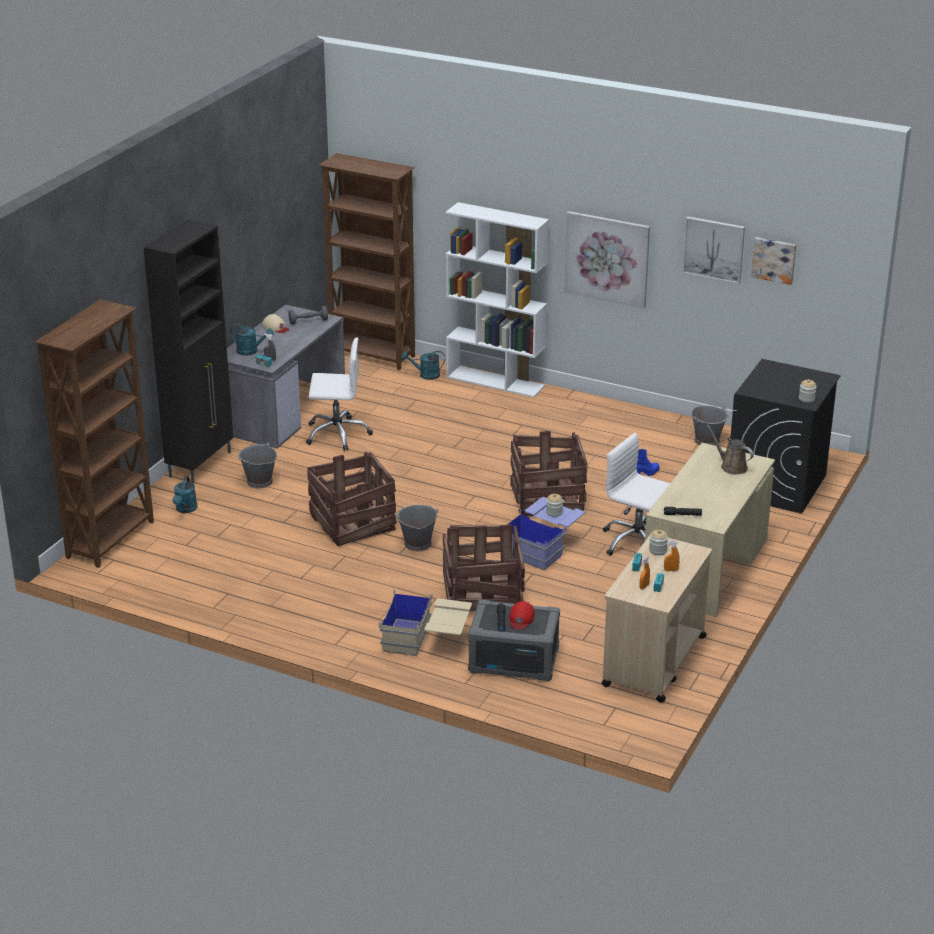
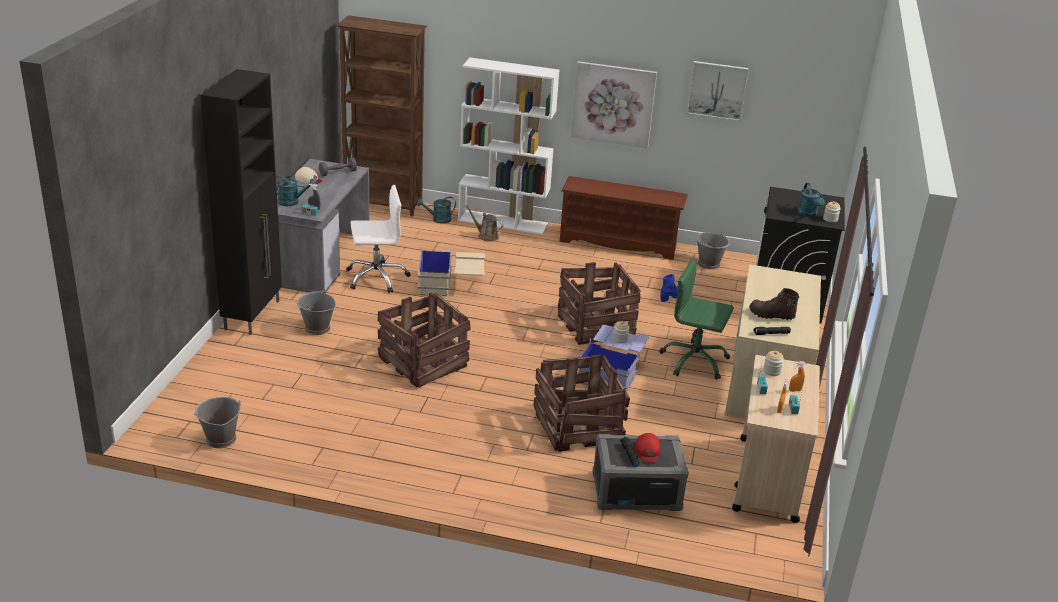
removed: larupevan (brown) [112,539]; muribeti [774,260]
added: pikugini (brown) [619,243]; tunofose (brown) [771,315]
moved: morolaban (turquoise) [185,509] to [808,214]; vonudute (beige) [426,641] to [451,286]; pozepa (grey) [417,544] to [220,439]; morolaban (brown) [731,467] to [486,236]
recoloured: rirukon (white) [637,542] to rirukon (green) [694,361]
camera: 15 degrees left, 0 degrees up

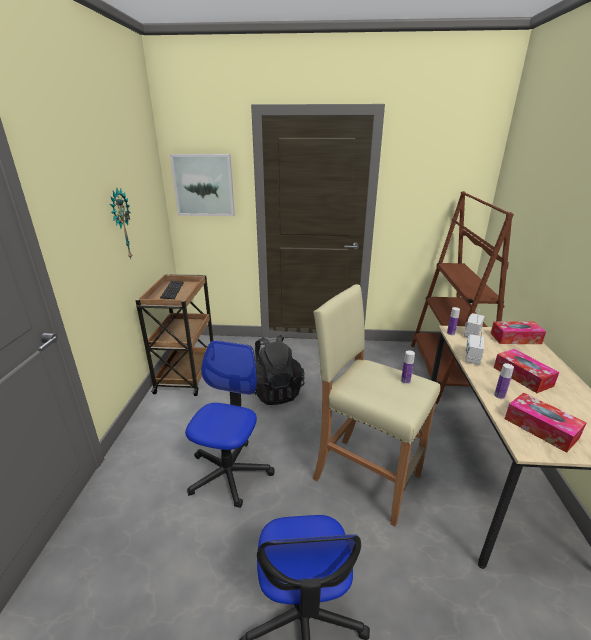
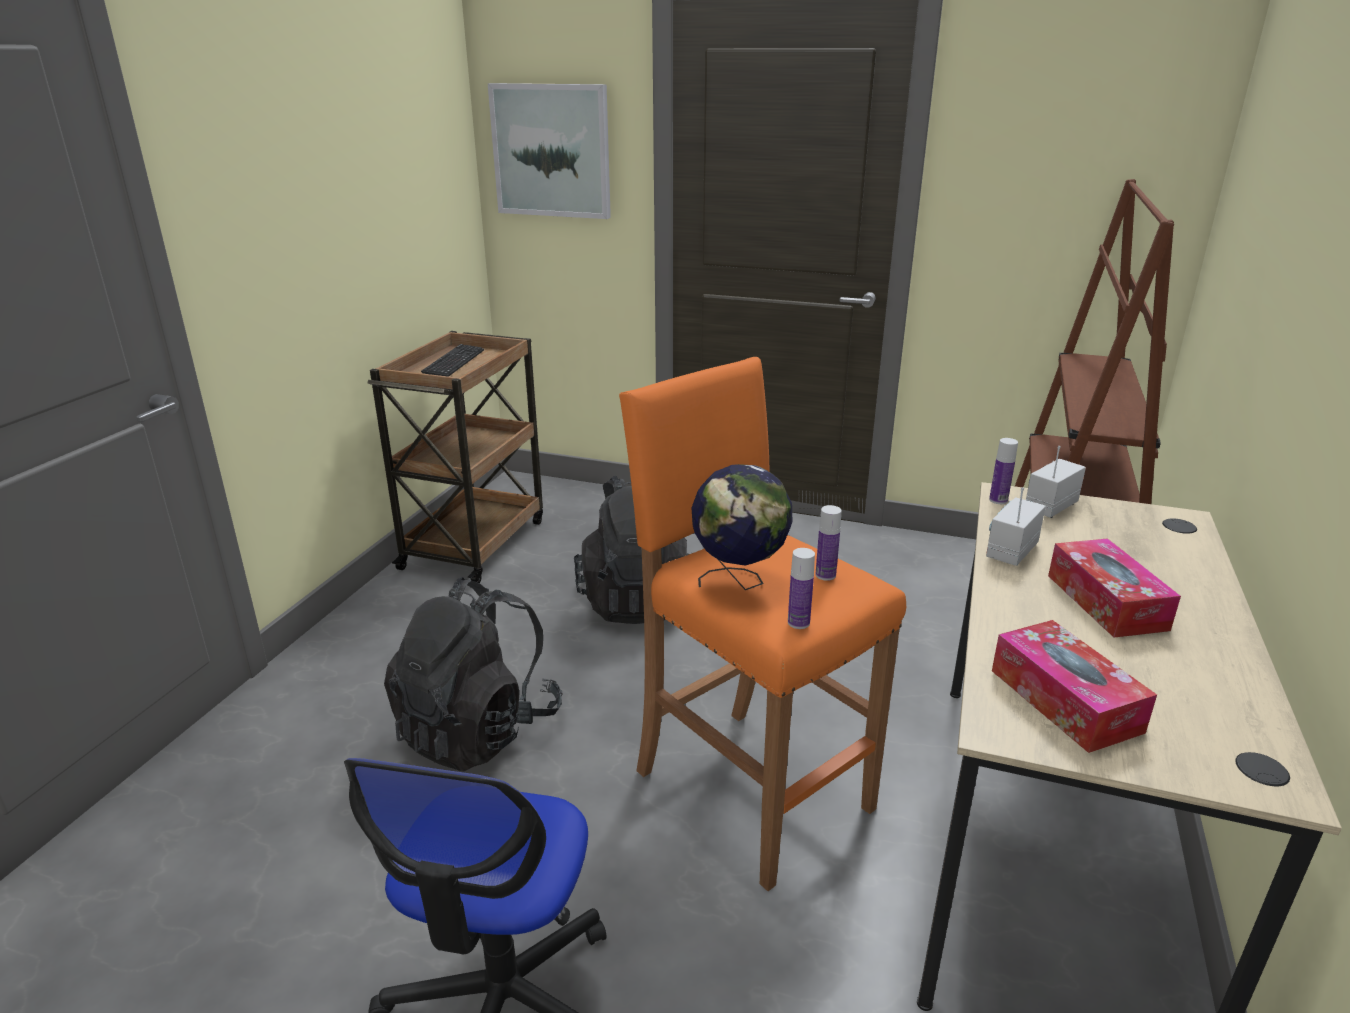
removed: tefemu [121,225]; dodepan [515,338]
added: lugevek [739,581]
moved: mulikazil [499,396] to [798,622]
replaced: rirukon [229,473] to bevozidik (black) [479,730]
recoloured: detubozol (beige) [365,476] to detubozol (orange) [750,788]
camera: 15 degrees right, 0 degrees up

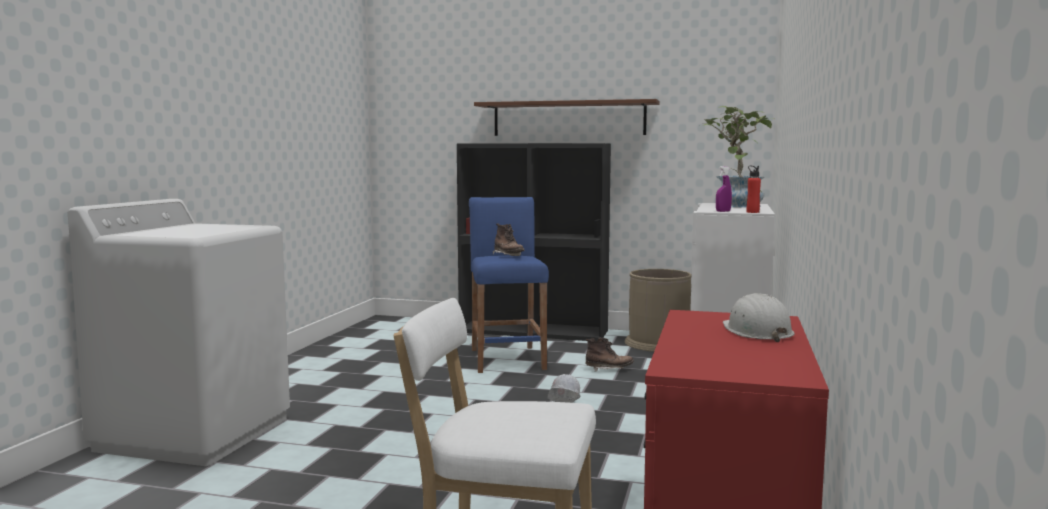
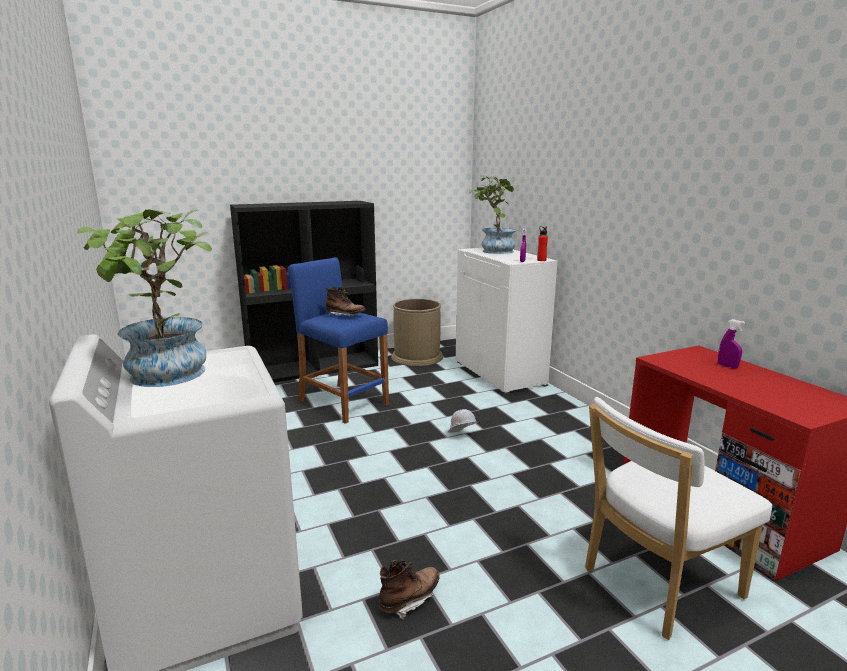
removed: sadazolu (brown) [568,119]
added: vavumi [167,377]
moved: tunofose (brown) [609,370] to [409,599]
replaced: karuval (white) [756,331] to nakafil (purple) [727,366]
camera: 40 degrees left, 10 degrees up

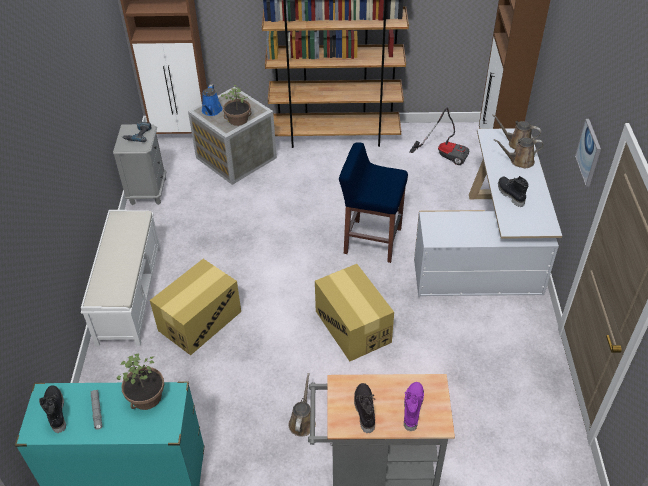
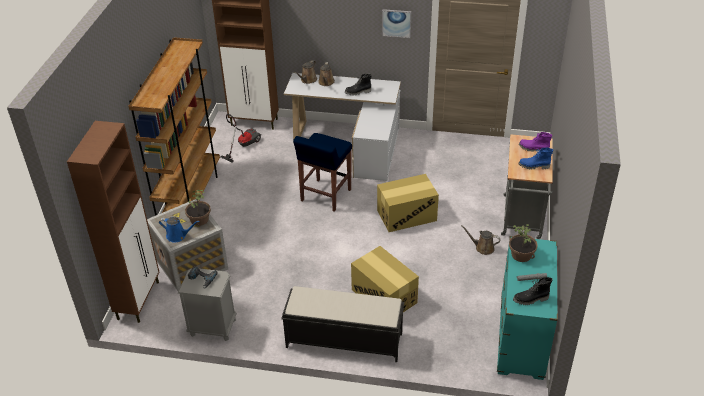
recoloured: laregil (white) [129,293] to laregil (black) [343,340]; tunofose (black) [364,410] to tunofose (blue) [534,166]
camera: 80 degrees left, 5 degrees down

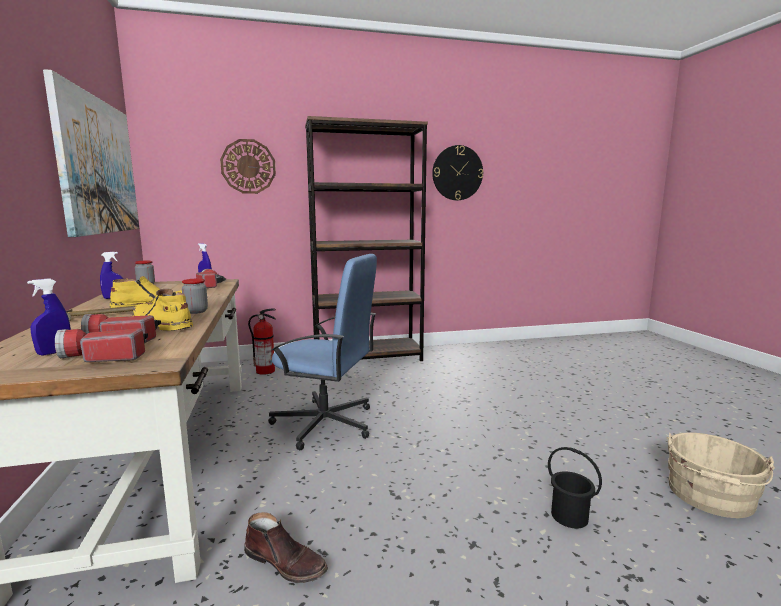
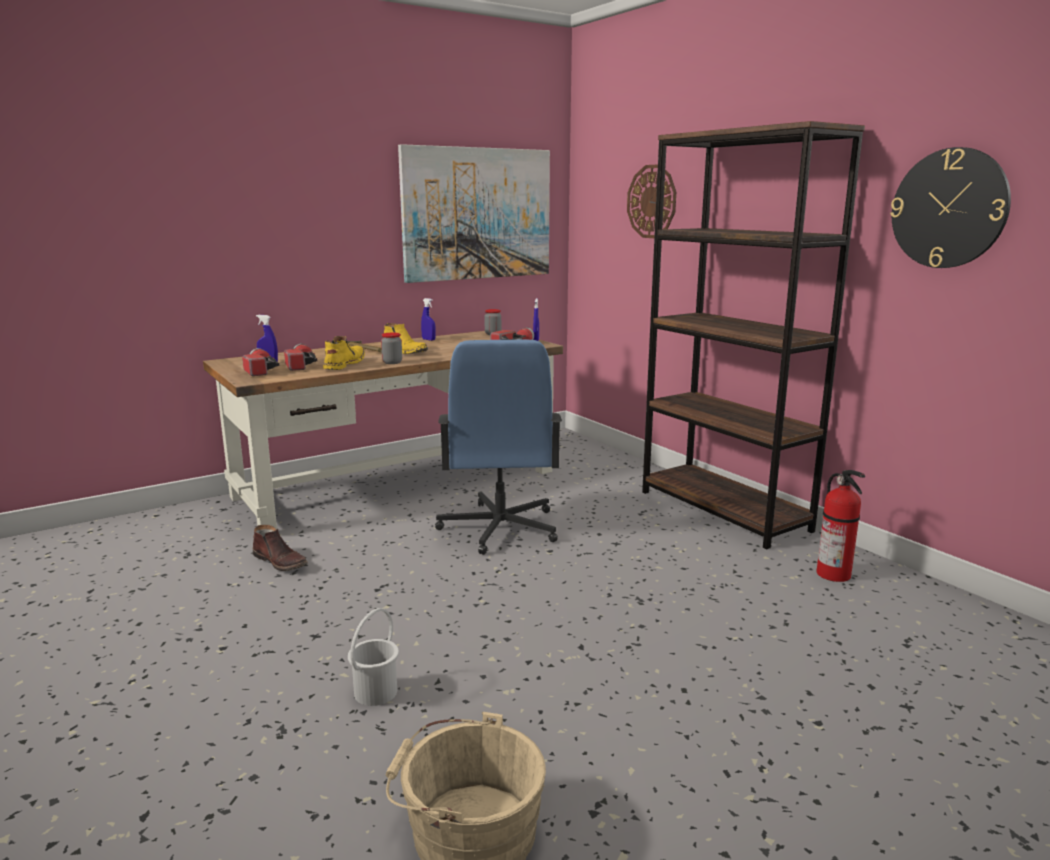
moved: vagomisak [266,371] to [834,574]
recoloured: pozepa (black) [569,516] to pozepa (white) [375,692]
turned: tunofose (brown) [286,562] = [281,562] 60 degrees counterclockwise
camera: 70 degrees right, 5 degrees up

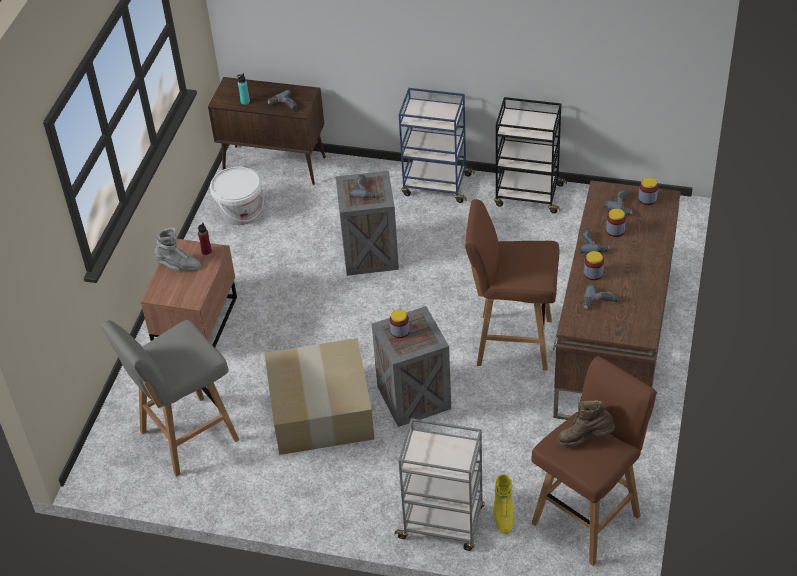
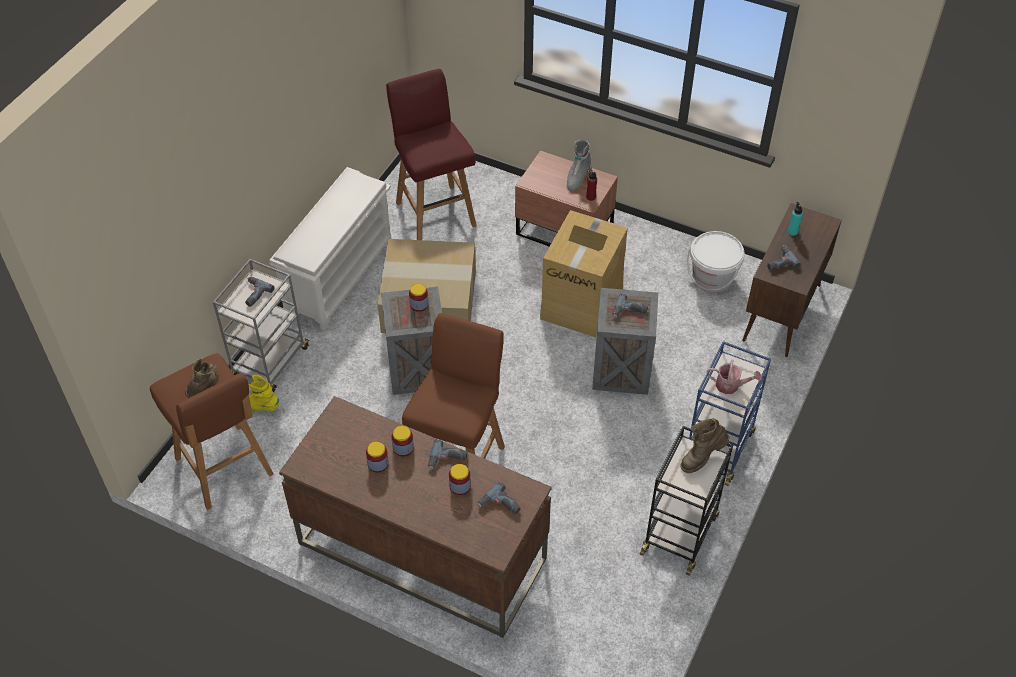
added: pikugini (white) [339,276]; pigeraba [582,302]; tunofose (brown) [702,457]; morolaban [731,385]
moved: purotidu [600,302] to [253,294]; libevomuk [647,199] to [378,463]
recoloured: detubozol (grey) [187,437] to detubozol (red) [435,212]
camera: 100 degrees right, 5 degrees up

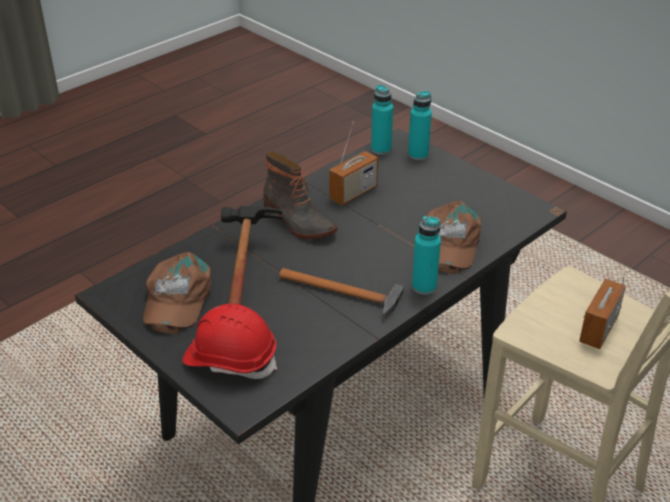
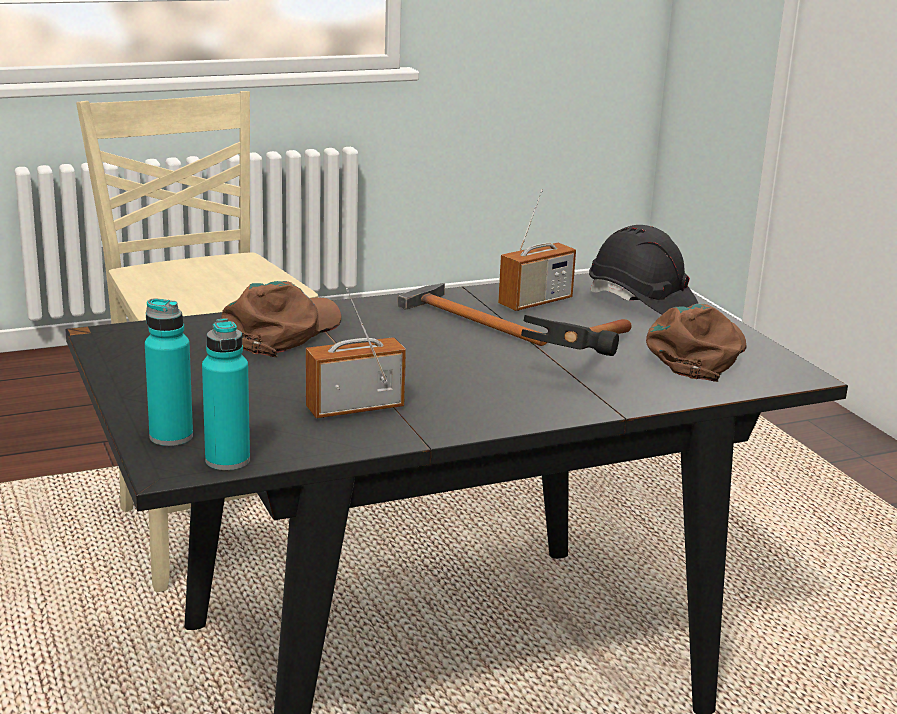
removed: tunofose [297,222]; mulikazil (turquoise) [424,287]
moved: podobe [598,329] to [535,302]
recoloured: karuval (red) [230,359] to karuval (black) [641,302]
camera: 160 degrees left, 15 degrees down

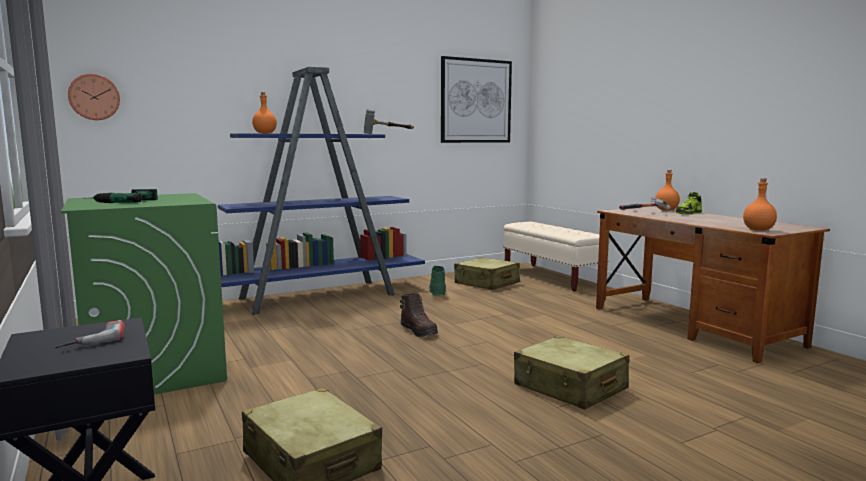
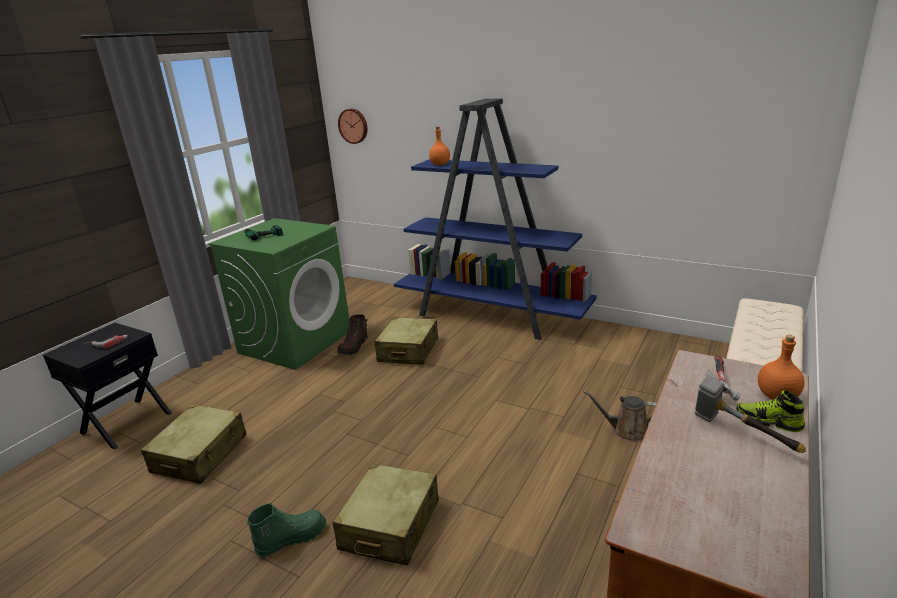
removed: muribeti [476,101]; mulikazil (orange) [758,230]
added: morolaban (brown) [626,430]
moved: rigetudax [386,134] to [740,435]; tunofose (brown) [419,331] to [354,347]; tunofose (green) [437,293] to [291,538]; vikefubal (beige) [486,283] to [408,350]
camera: 60 degrees right, 15 degrees up

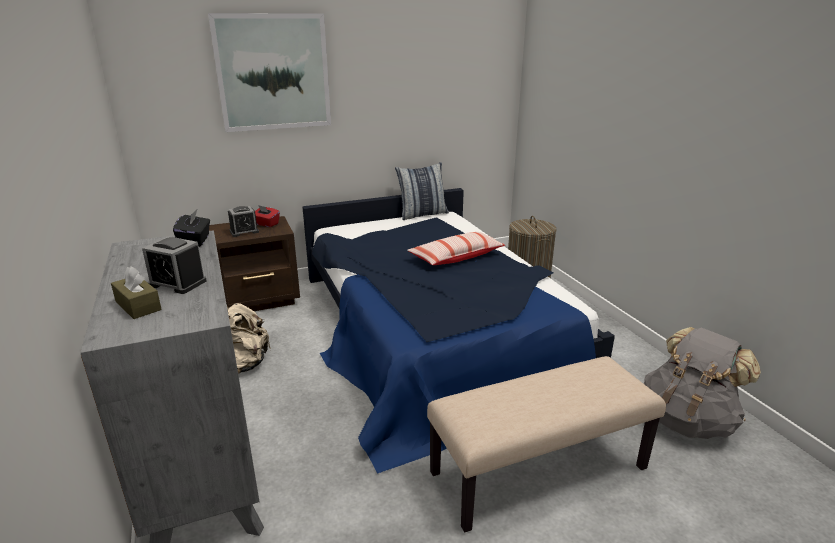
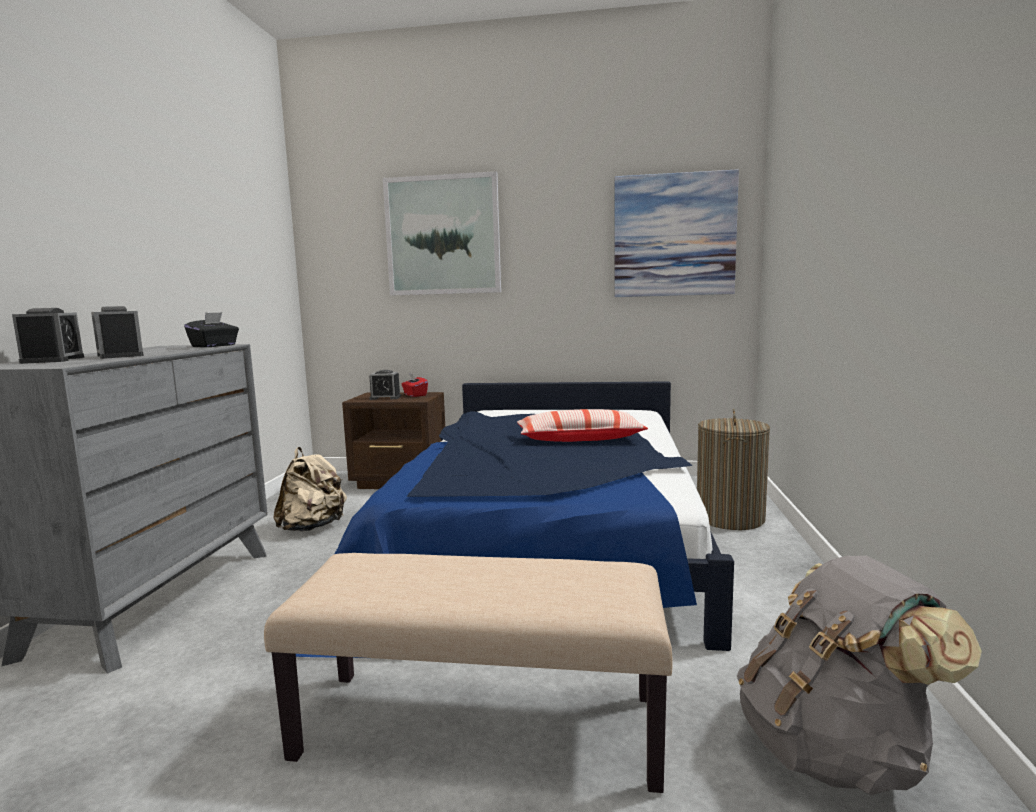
removed: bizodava [422,214]
added: muribeti [674,235]
replaced: dodepan (brown) [138,306] to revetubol [53,360]
camera: 30 degrees right, 15 degrees down

